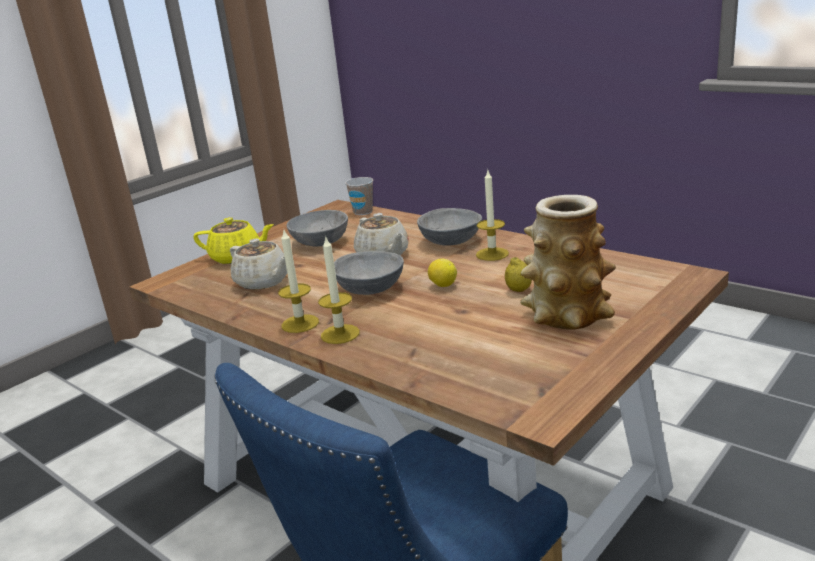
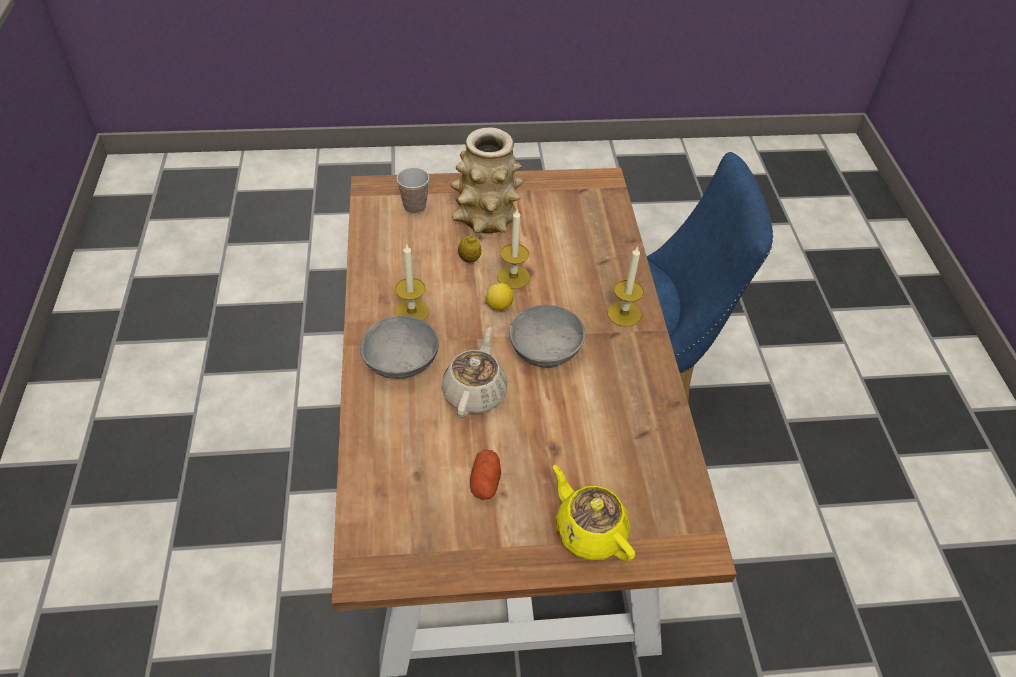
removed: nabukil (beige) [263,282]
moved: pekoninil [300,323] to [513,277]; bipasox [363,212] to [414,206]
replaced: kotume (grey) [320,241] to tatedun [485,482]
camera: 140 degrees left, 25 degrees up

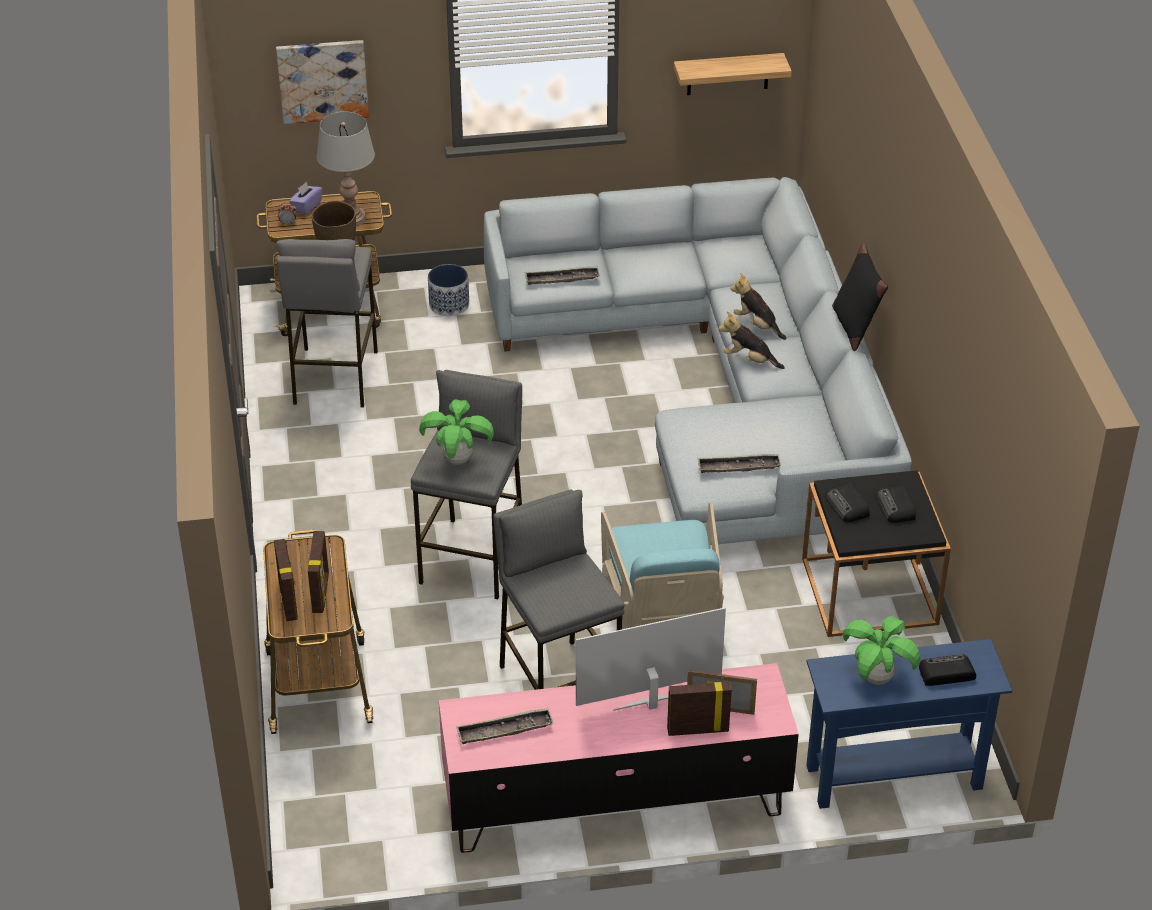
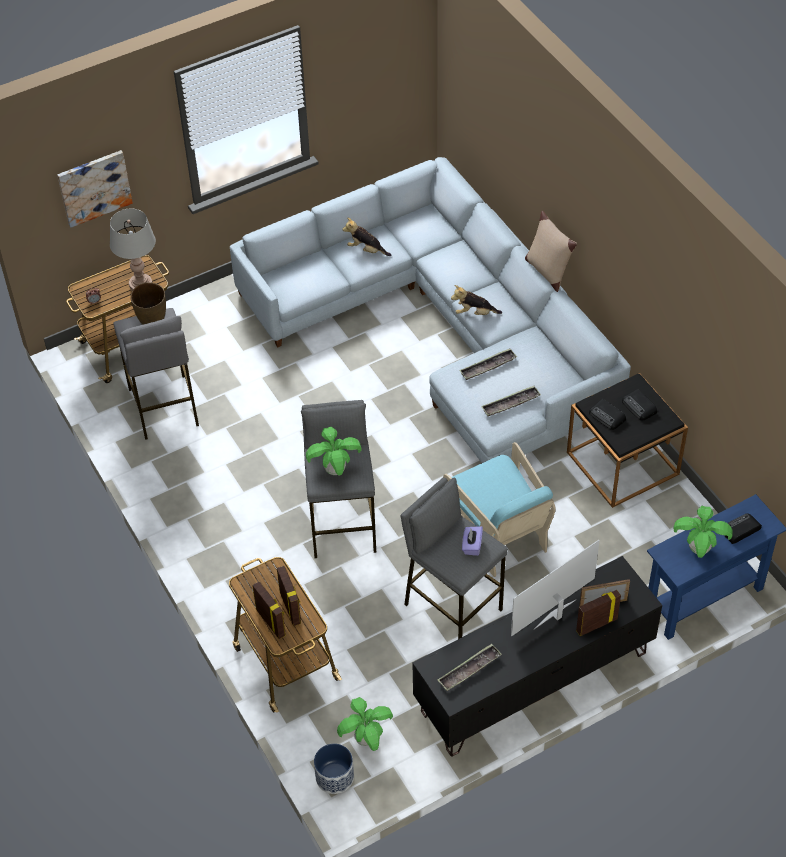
removed: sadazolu [728,74]
added: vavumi [366,739]
moved: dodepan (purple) [306,206] to [472,546]; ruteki [449,304] to [334,776]; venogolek [562,279] to [488,367]; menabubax [757,325] to [366,250]
recoloured: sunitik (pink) [614,802] to sunitik (black) [533,682]; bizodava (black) [854,326] to bizodava (beige) [547,271]
camera: 20 degrees left, 10 degrees up

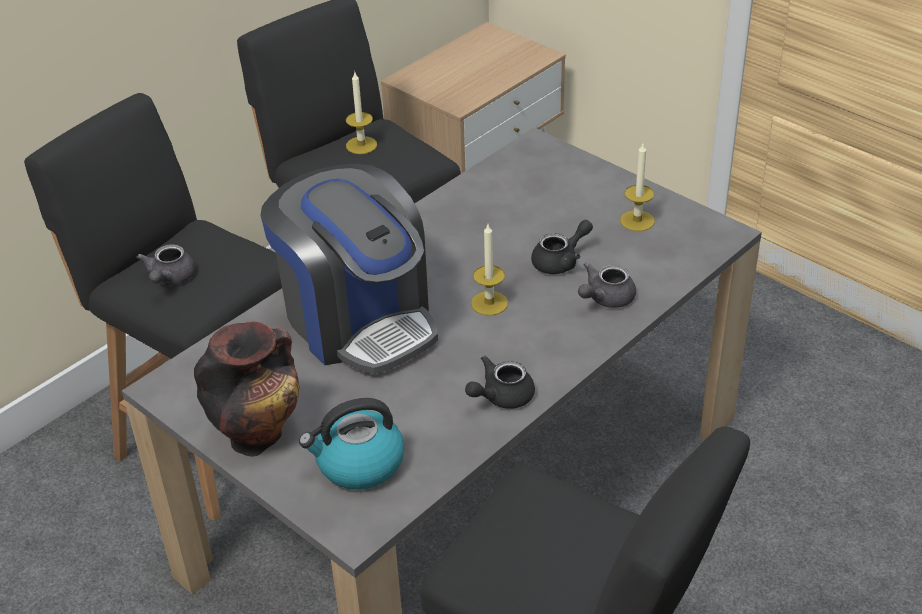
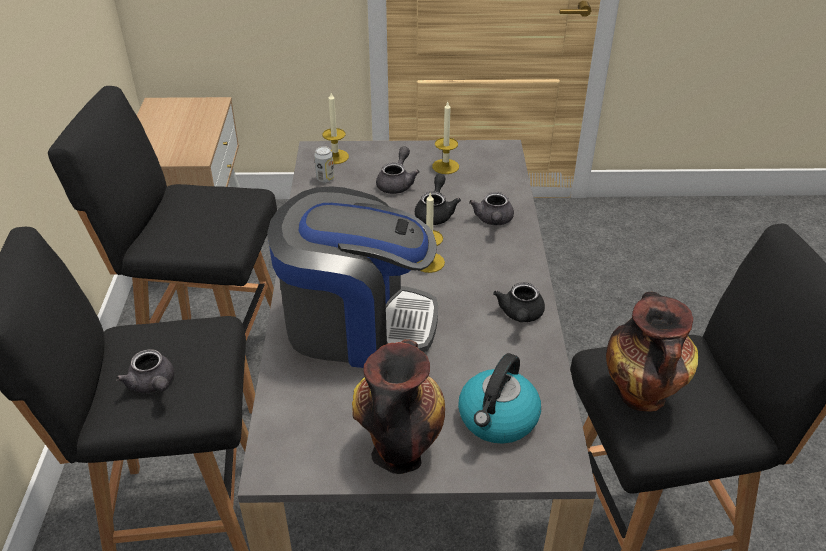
added: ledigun [325,179]; nabukil (grey) [397,183]; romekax [640,396]
moved: pekoninil [361,145] to [335,157]
camera: 45 degrees left, 0 degrees up

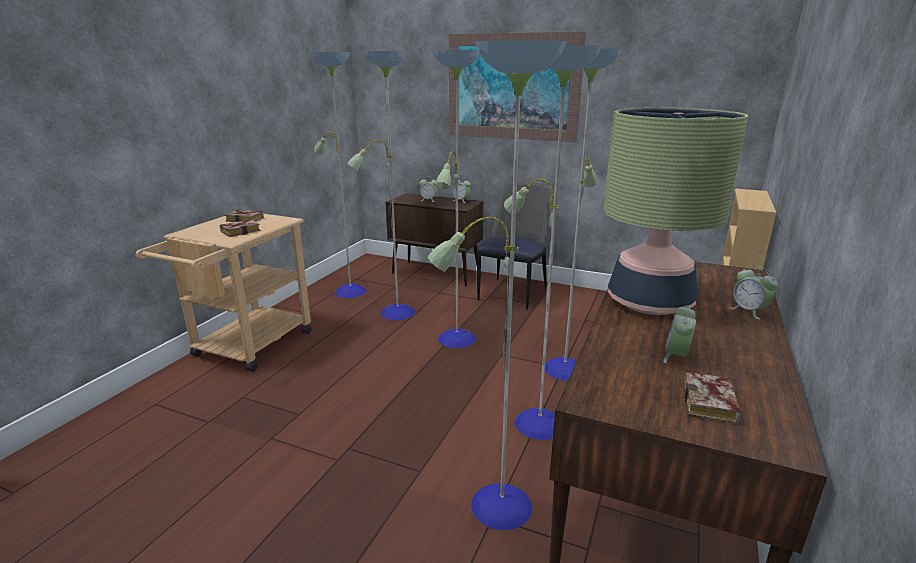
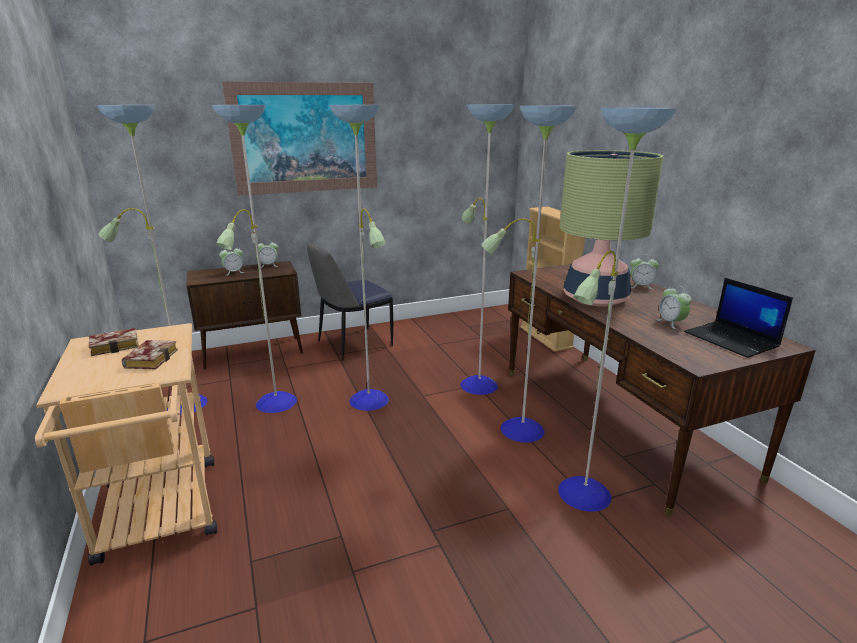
replaced: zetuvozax [711,404] to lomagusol [732,340]
turned: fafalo [513,293] = [353,344] 105 degrees counterclockwise
camera: 45 degrees left, 0 degrees up

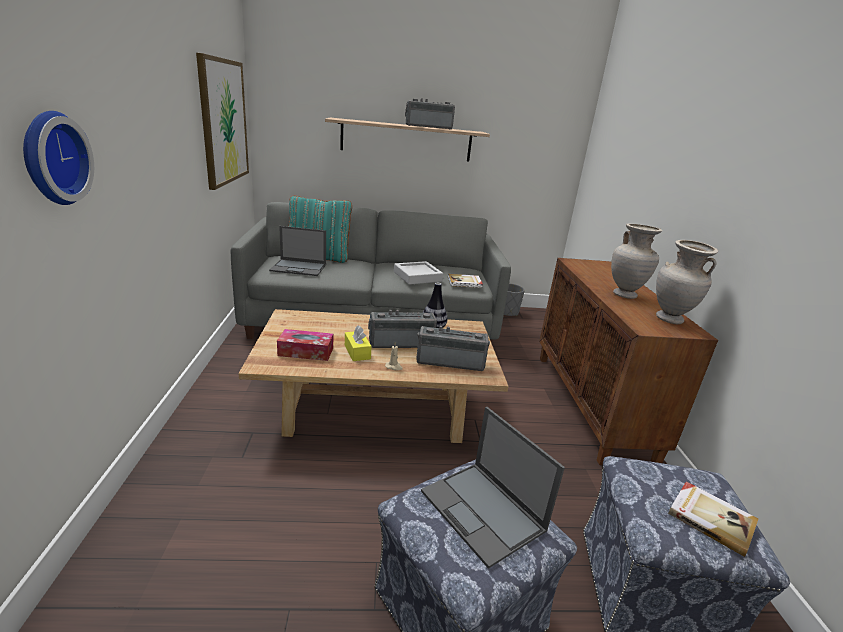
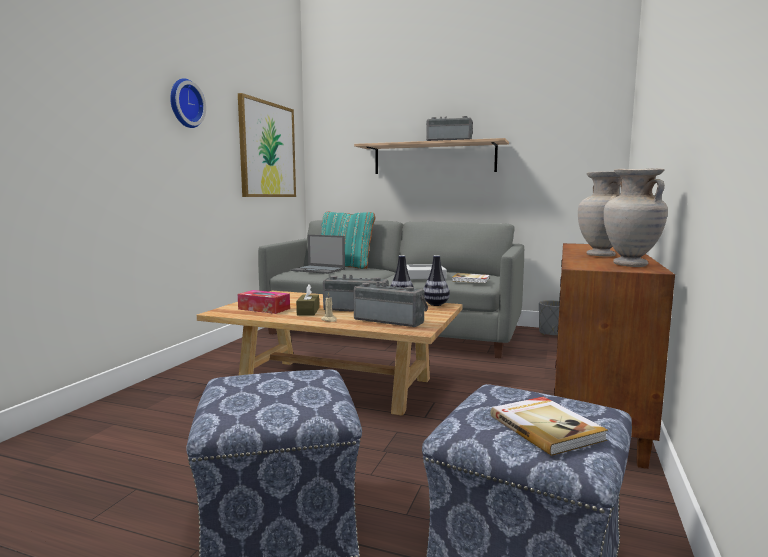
removed: lomagusol [483,511]
added: romekax [436,304]
moved: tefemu [51,158] to [184,103]
recoloured: dodepan (yellow) [357,352] to dodepan (brown) [308,311]
camera: 25 degrees right, 15 degrees down

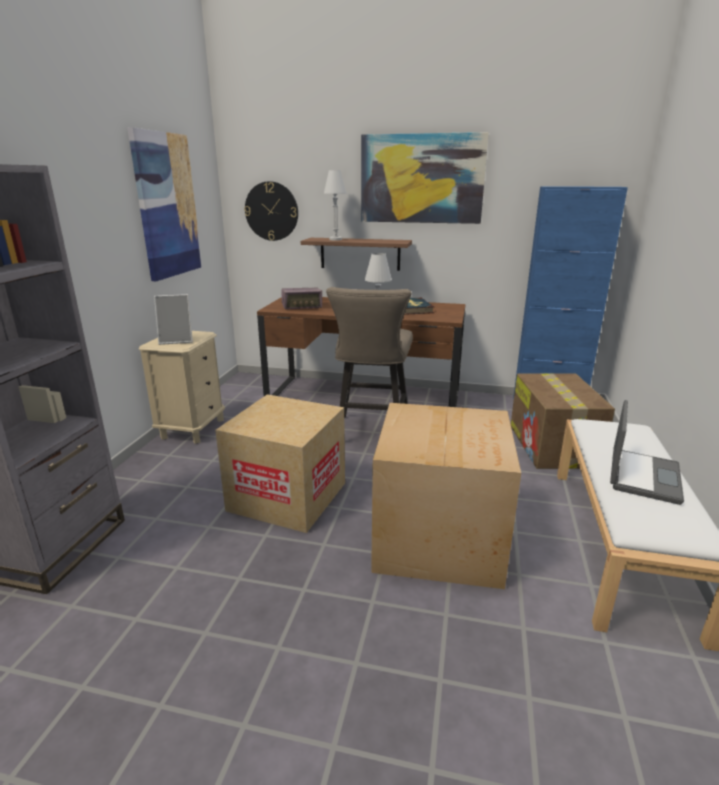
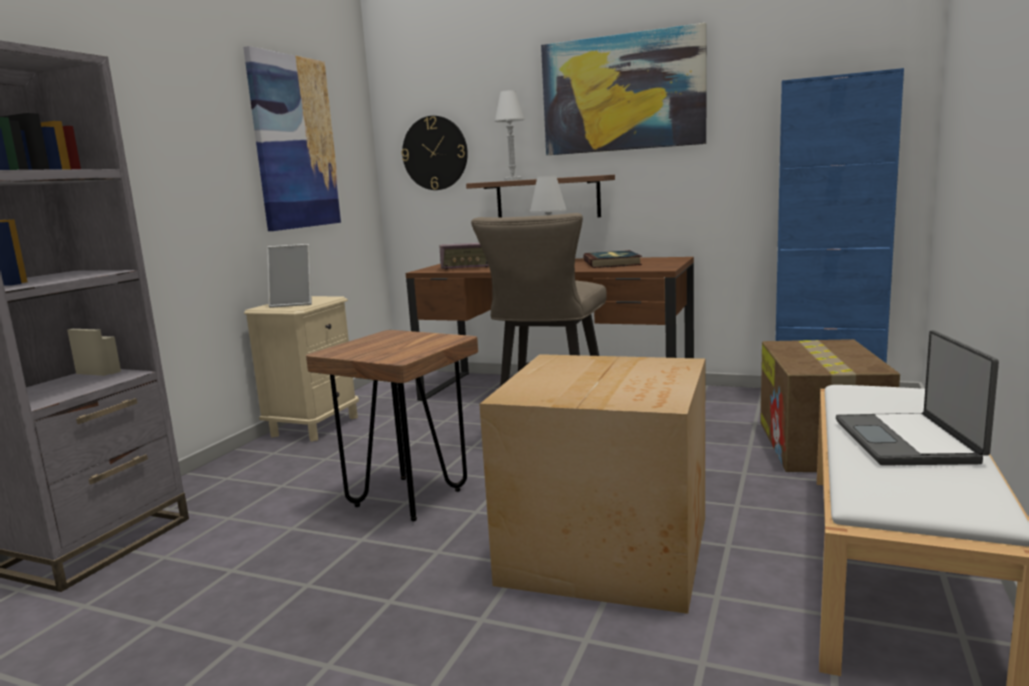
replaced: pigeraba [287,496] to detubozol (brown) [409,498]
turned: lomagusol [642,476] = [908,441] 150 degrees clockwise
camera: 10 degrees right, 10 degrees down

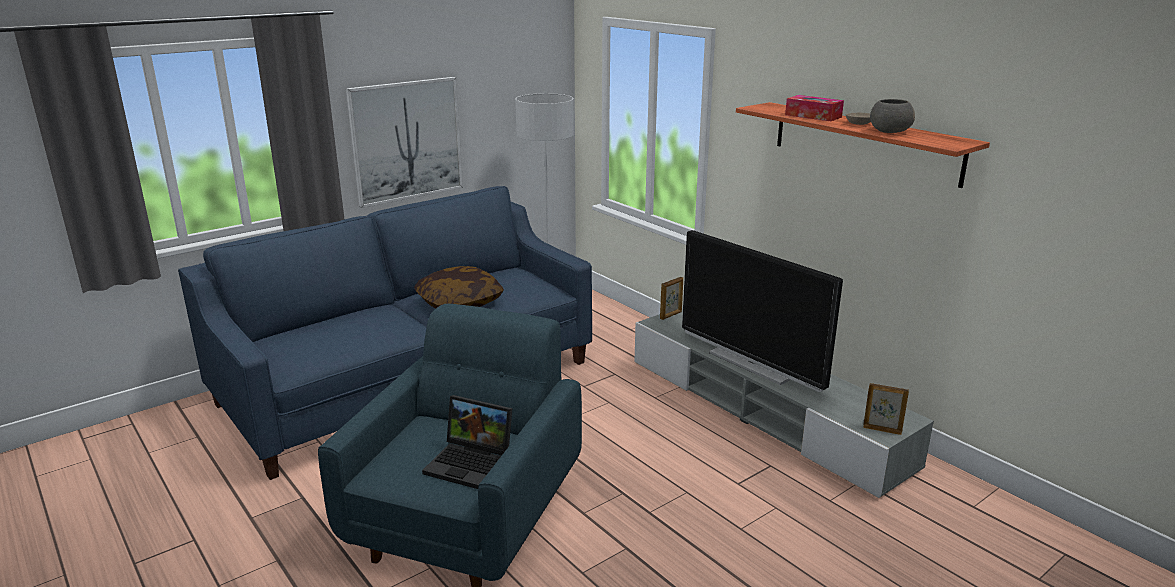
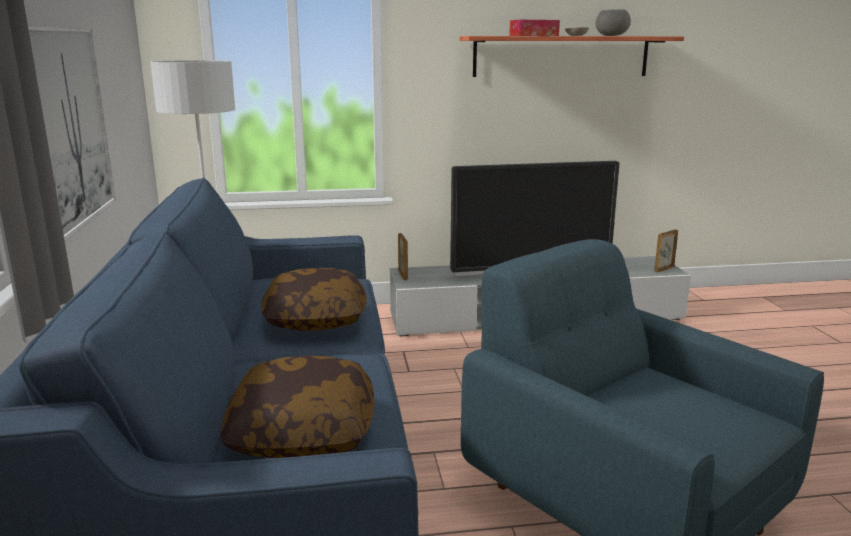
removed: lomagusol [472,463]
added: bizodava [302,431]
camera: 60 degrees left, 5 degrees down

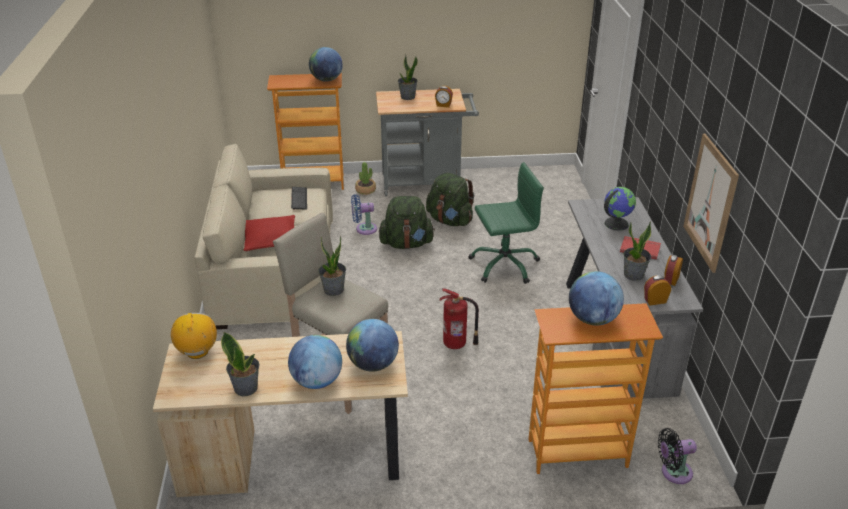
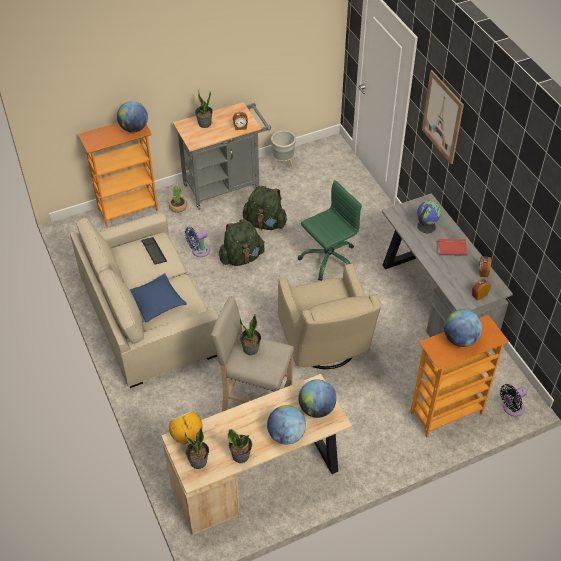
added: ruteki (grey) [283,165]
moved: vavumi [633,275] to [198,461]; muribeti [710,202] to [442,117]
replaced: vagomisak [456,344] to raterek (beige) [325,346]
recoloured: bizodava (red) [271,239] to bizodava (blue) [156,302]
camera: 20 degrees left, 15 degrees up

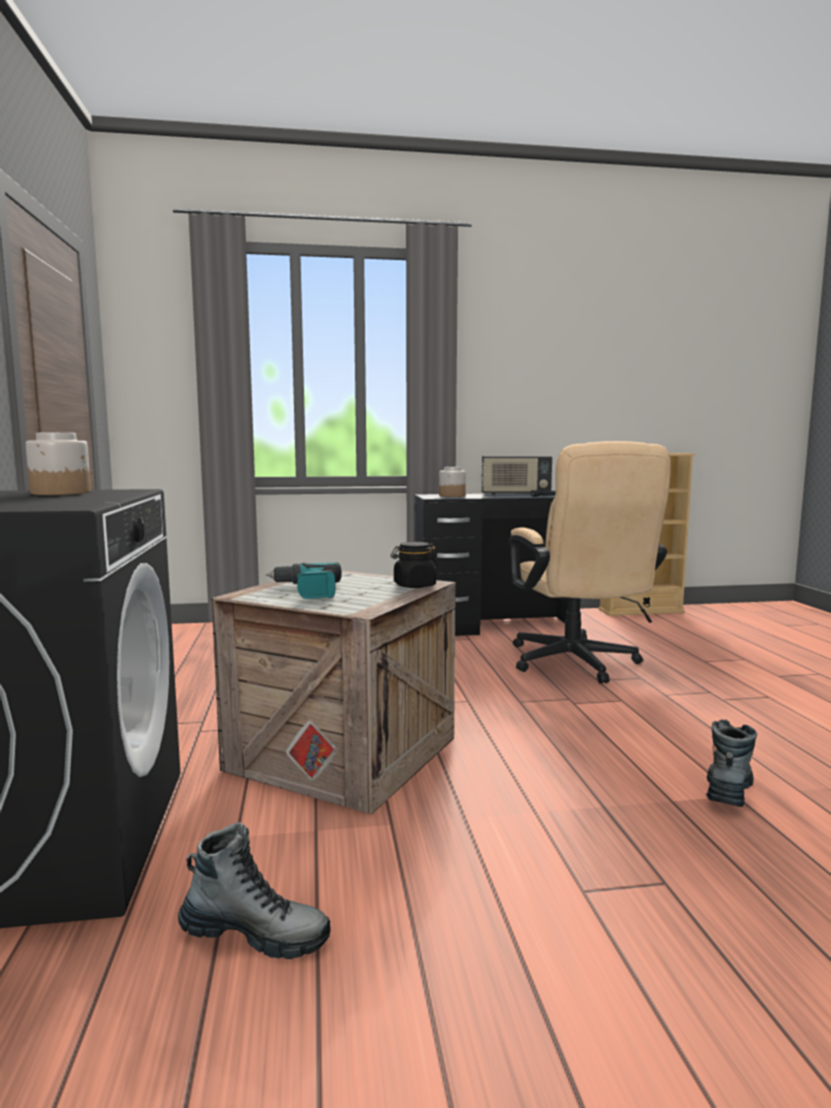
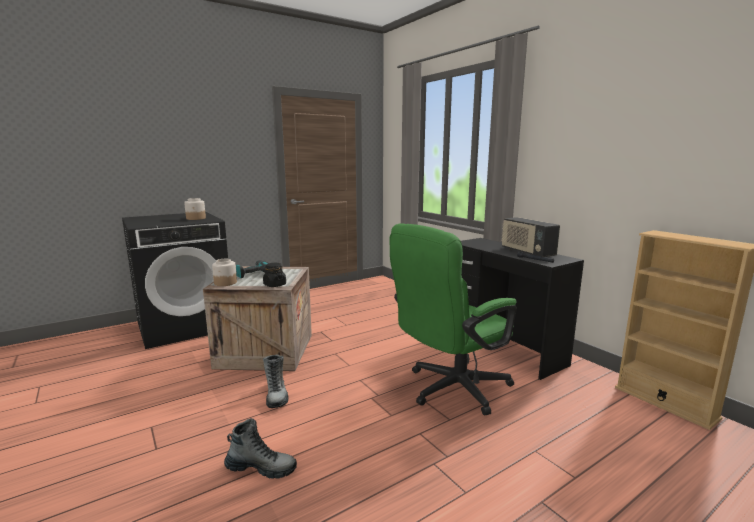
moved: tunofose [255,934] to [276,395]; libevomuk [451,496] to [225,283]
recoloured: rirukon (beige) [577,665] to rirukon (green) [450,390]
camera: 65 degrees right, 5 degrees up

